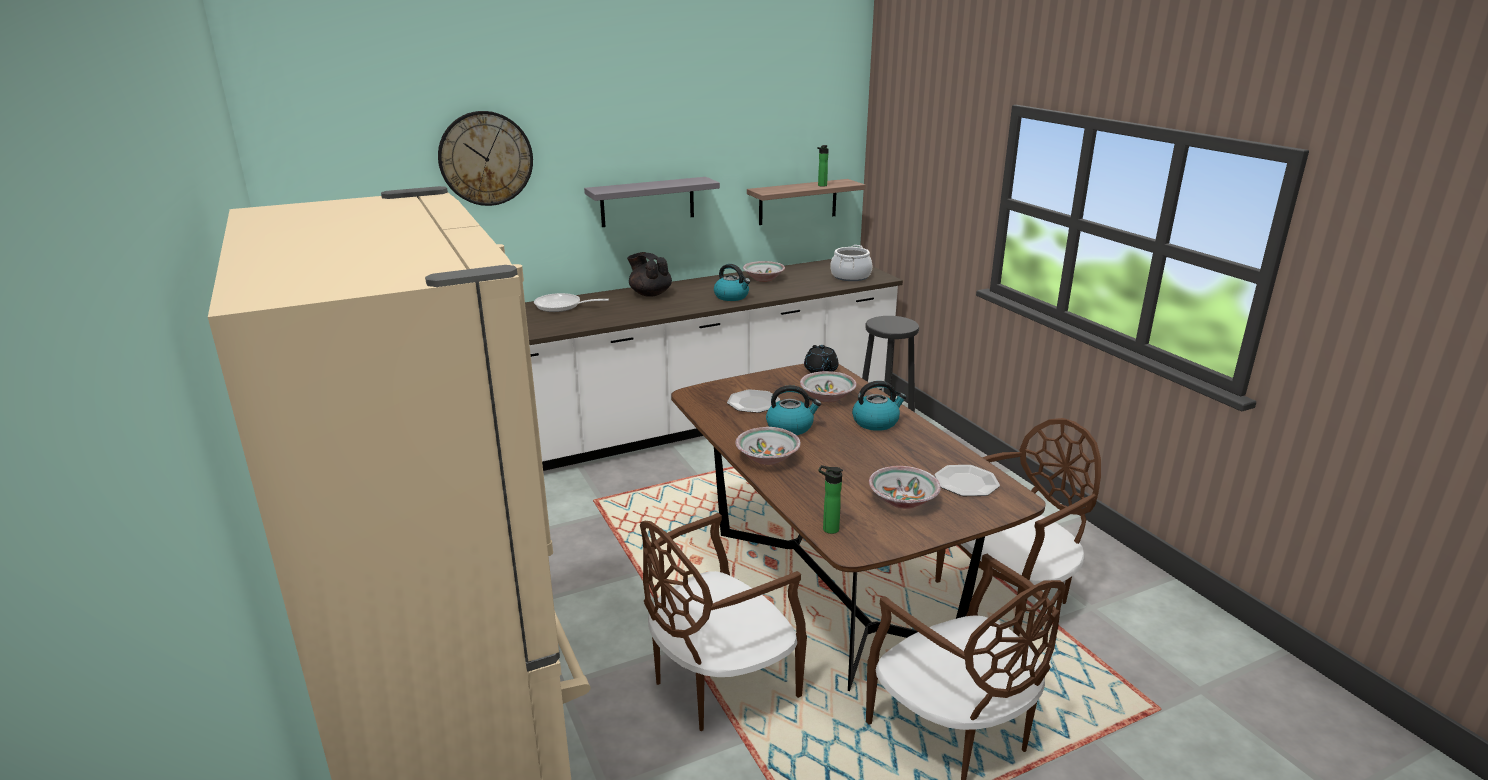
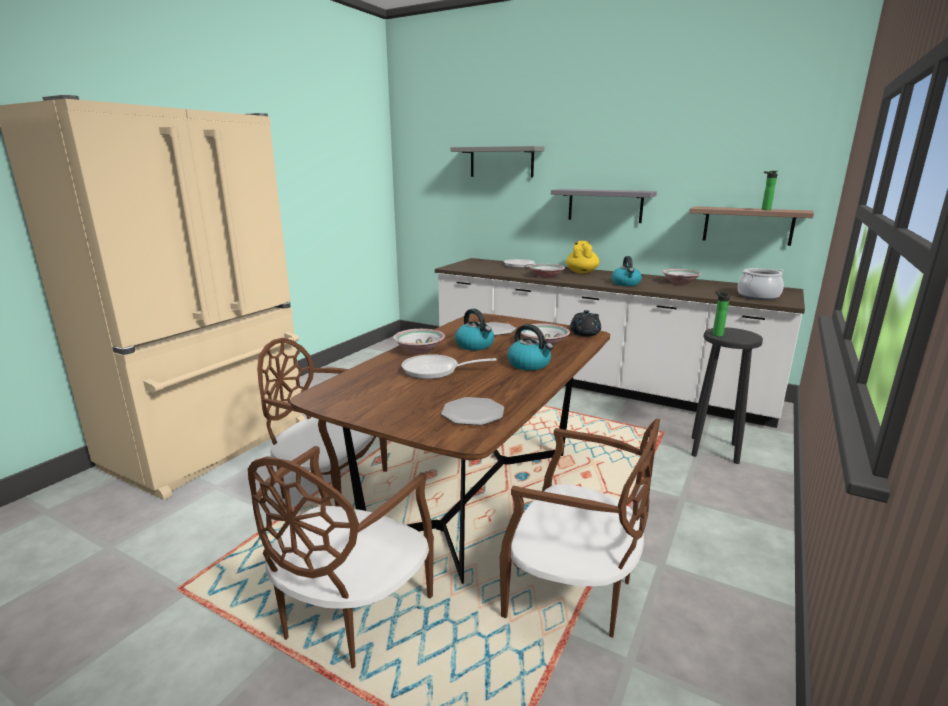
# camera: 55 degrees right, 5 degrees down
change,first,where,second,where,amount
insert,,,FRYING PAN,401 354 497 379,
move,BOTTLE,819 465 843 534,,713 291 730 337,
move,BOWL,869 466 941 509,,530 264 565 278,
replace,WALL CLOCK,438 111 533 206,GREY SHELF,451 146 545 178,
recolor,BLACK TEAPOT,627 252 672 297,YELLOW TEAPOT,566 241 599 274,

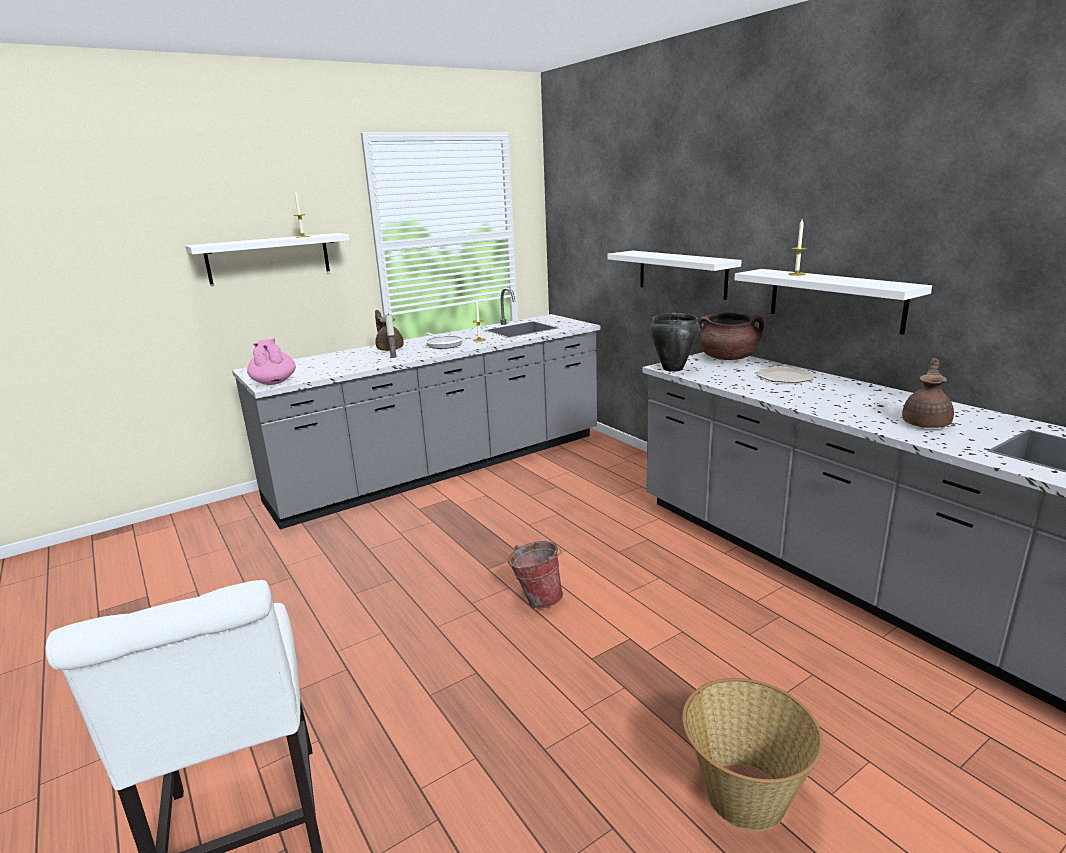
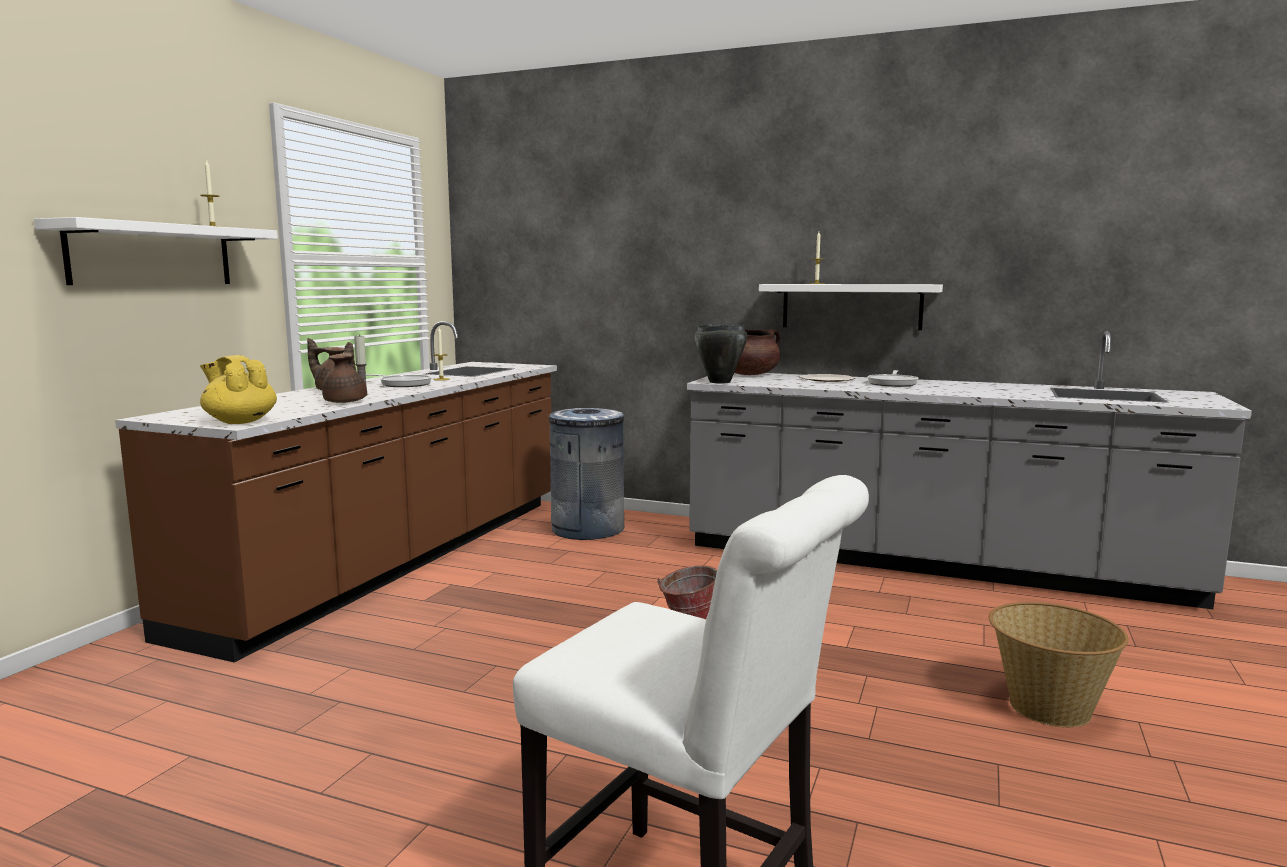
# camera: 35 degrees left, 10 degrees down
change,first,where,second,where,amount
delete,WHITE SHELF,608 251 742 300,,,
insert,,,GREY TRASH CAN,547 408 624 540,
insert,,,FRYING PAN,867 370 919 387,
move,BROWN TEAPOT,902 358 954 428,,322 342 367 403,
recolor,GREY COUNTER,232 287 600 530,BROWN COUNTER,115 321 557 663,
recolor,PINK TEAPOT,247 339 296 385,YELLOW TEAPOT,200 355 277 424,

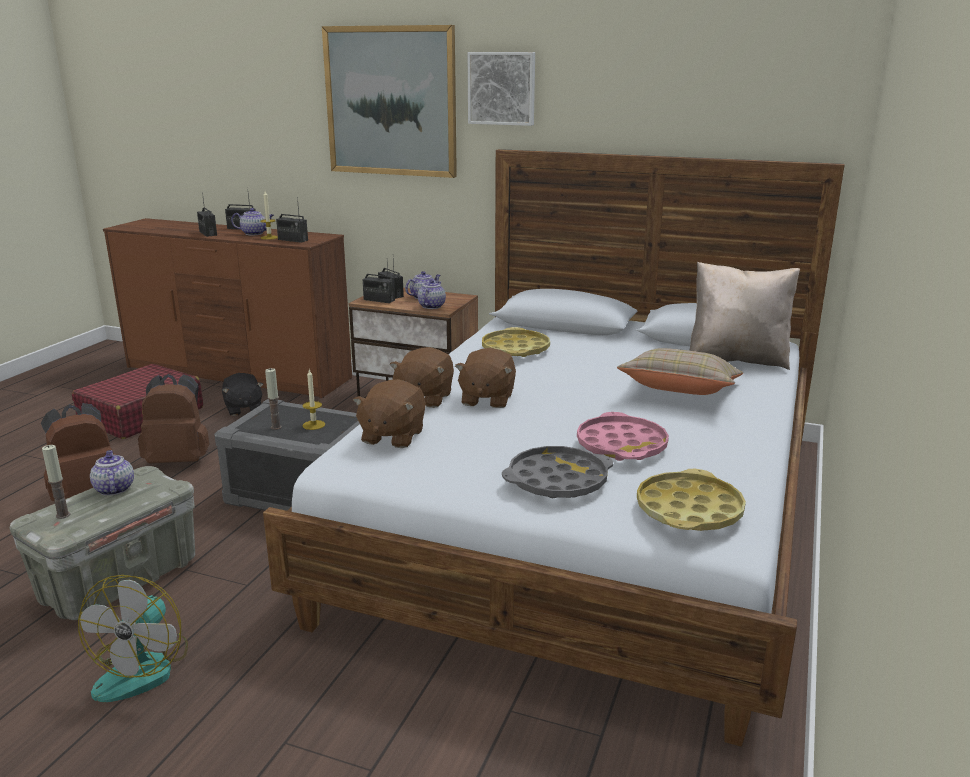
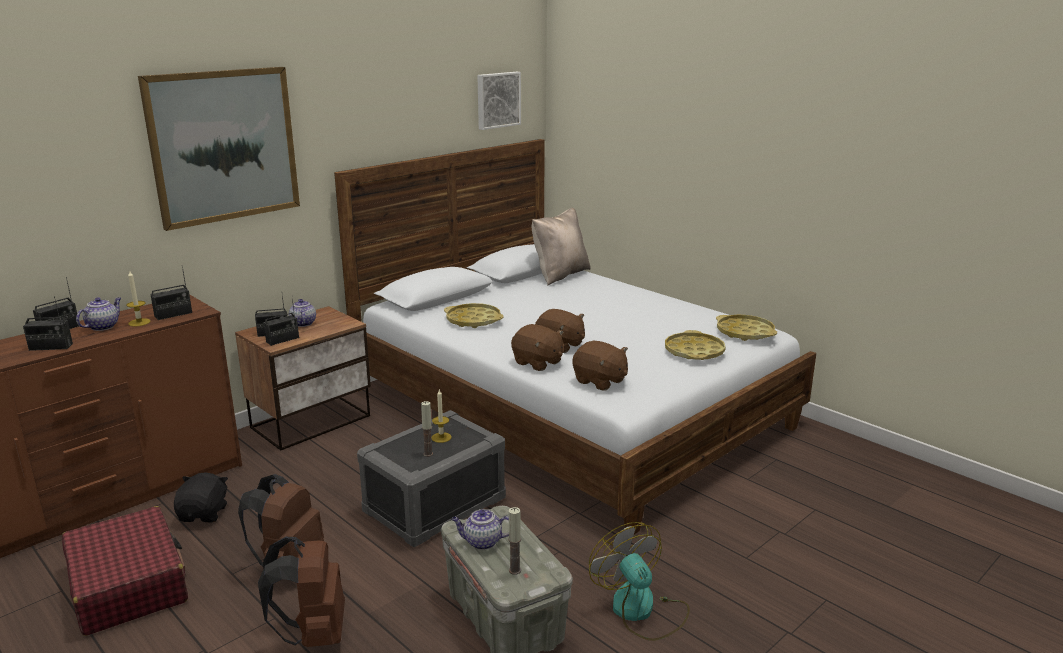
# camera: 65 degrees left, 0 degrees up
change,first,where,second,where,amount
delete,TEAPOT,417 280 446 309,,,
delete,PINK TRAY,577 412 669 461,,,
delete,BEIGE PILLOW,617 348 743 395,,,
move,PICTURE,468 52 535 126,,477 72 521 130,
recolor,GREY TRAY,502 446 613 498,YELLOW TRAY,665 330 726 360,
rotate,FAN,78 575 188 702,,589 522 690 641,150 degrees counterclockwise
rotate,BLACK PLUSH TOY,222 373 264 416,,174 473 228 523,90 degrees counterclockwise

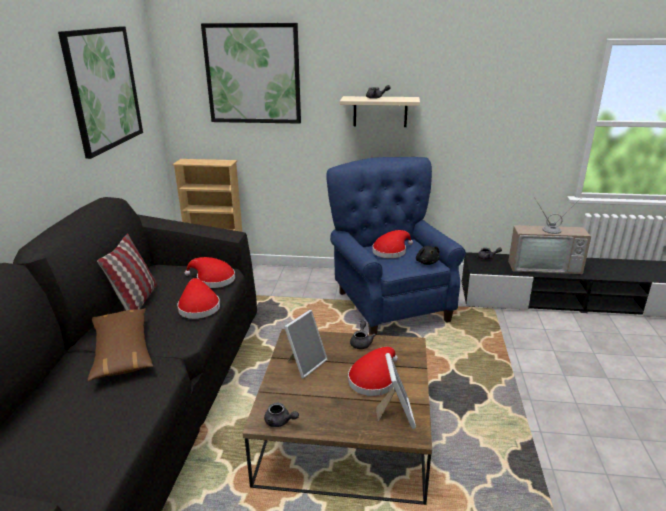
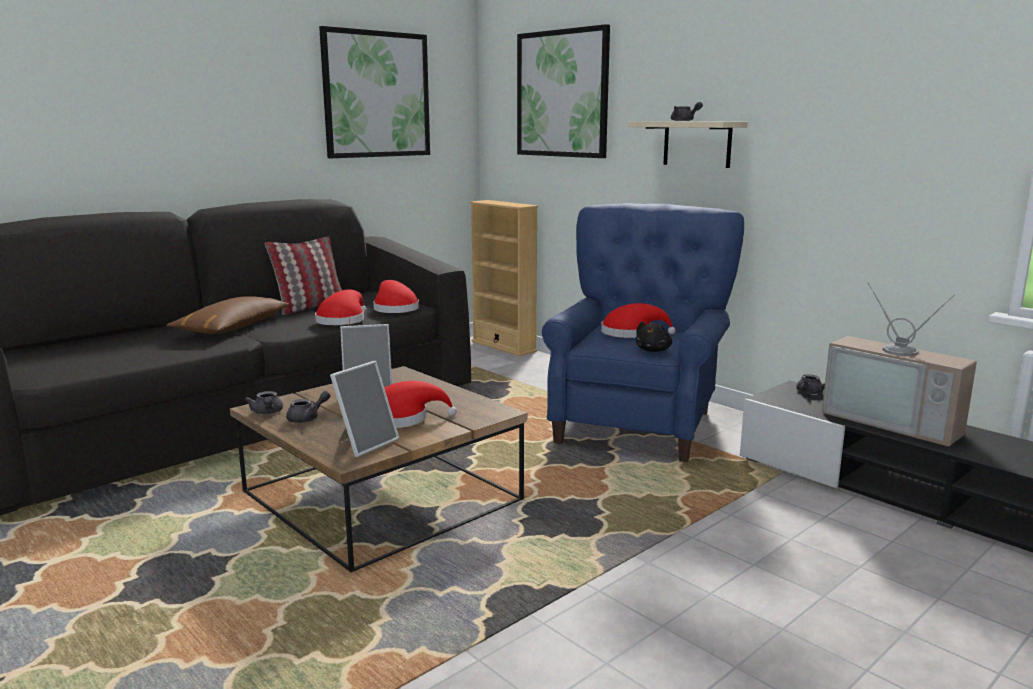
# camera: 40 degrees right, 10 degrees down
change,first,where,second,where,amount
move,GREY TEAPOT,350 321 376 349,,286 391 330 423,

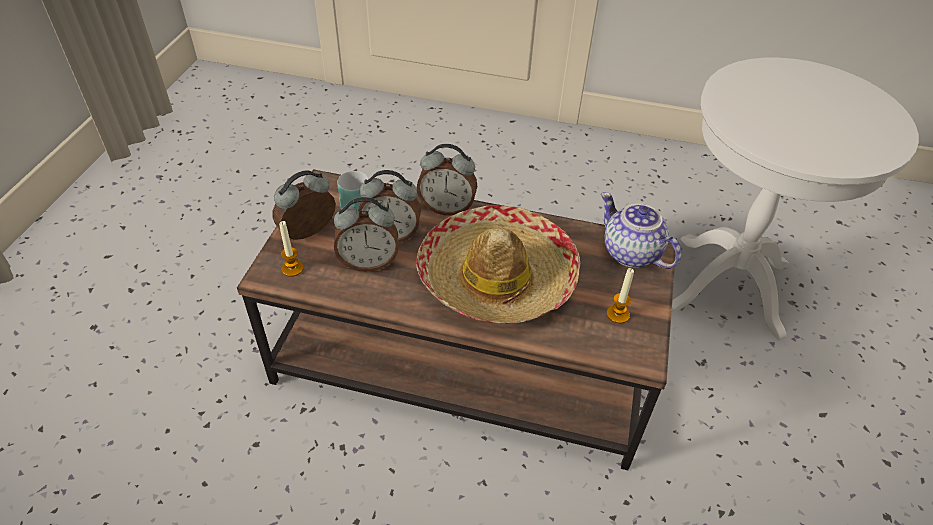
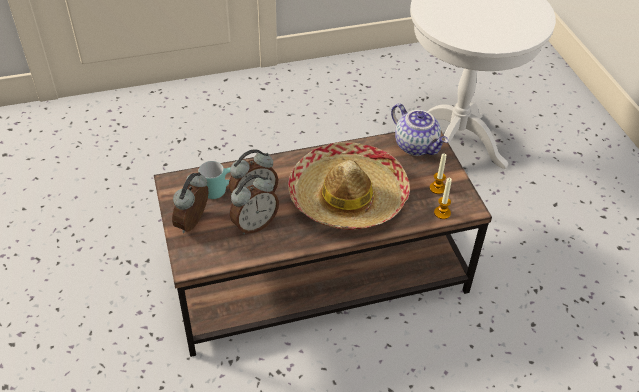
# camera: 30 degrees left, 0 degrees up
change,first,where,second,where,amount
delete,ALARM CLOCK,417 144 477 216,,,
move,CANDLE,279 221 304 277,,434 178 452 219,
rotate,TEAPOT,601 192 681 269,,391 104 448 156,150 degrees counterclockwise

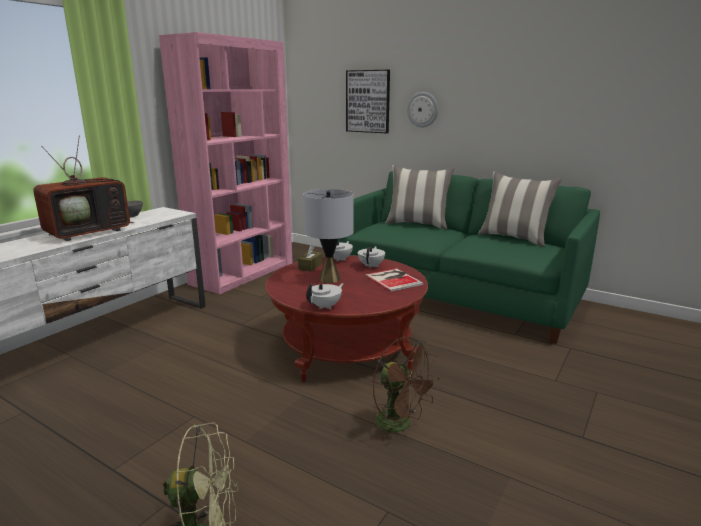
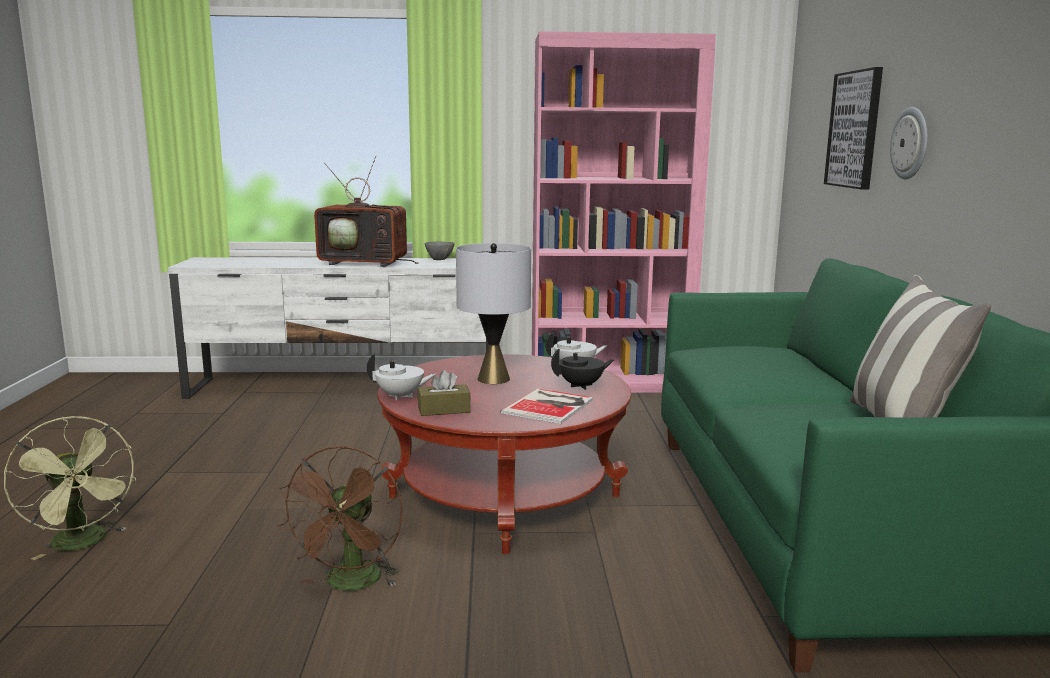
# camera: 55 degrees right, 5 degrees down
change,first,where,second,where,amount
delete,PILLOW,386 165 454 229,,,
move,BROWN TISSUE BOX,298 245 323 272,,417 370 471 416,
recolor,WHITE TEAPOT,358 246 385 268,BLACK TEAPOT,551 349 614 390,

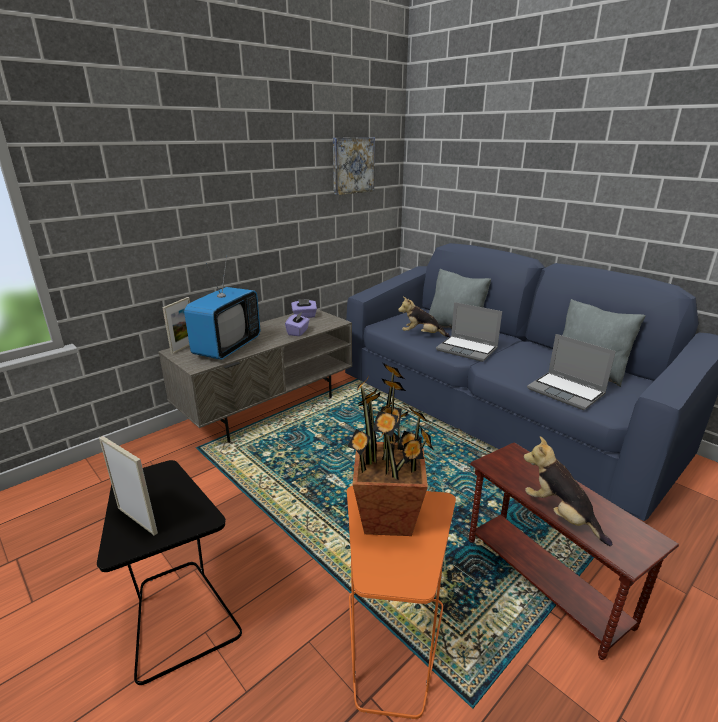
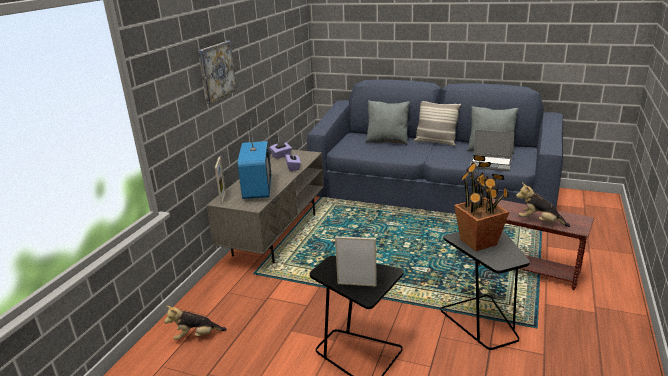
# camera: 25 degrees left, 0 degrees up
change,first,where,second,where,amount
delete,LAPTOP,436 302 502 362,,,
insert,,,PILLOW,414 101 461 146,
move,PICTURE,333 137 375 195,,198 41 237 104,
move,PLUSH TOY,398 297 450 337,,164 306 227 340,
recolor,ORANGE SIDE TABLE,347 486 456 719,BLACK SIDE TABLE,441 231 530 350,

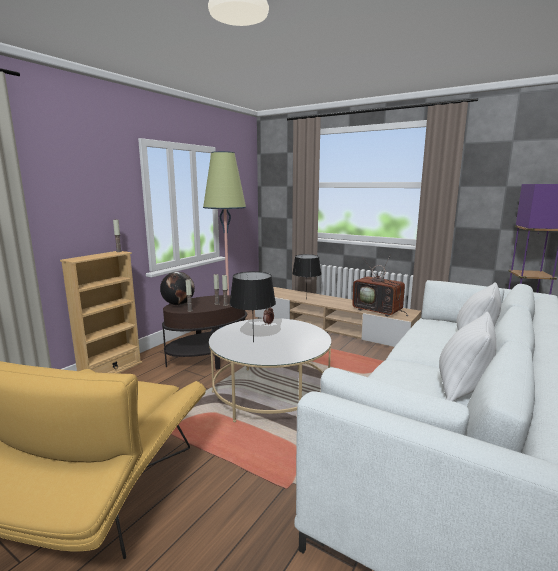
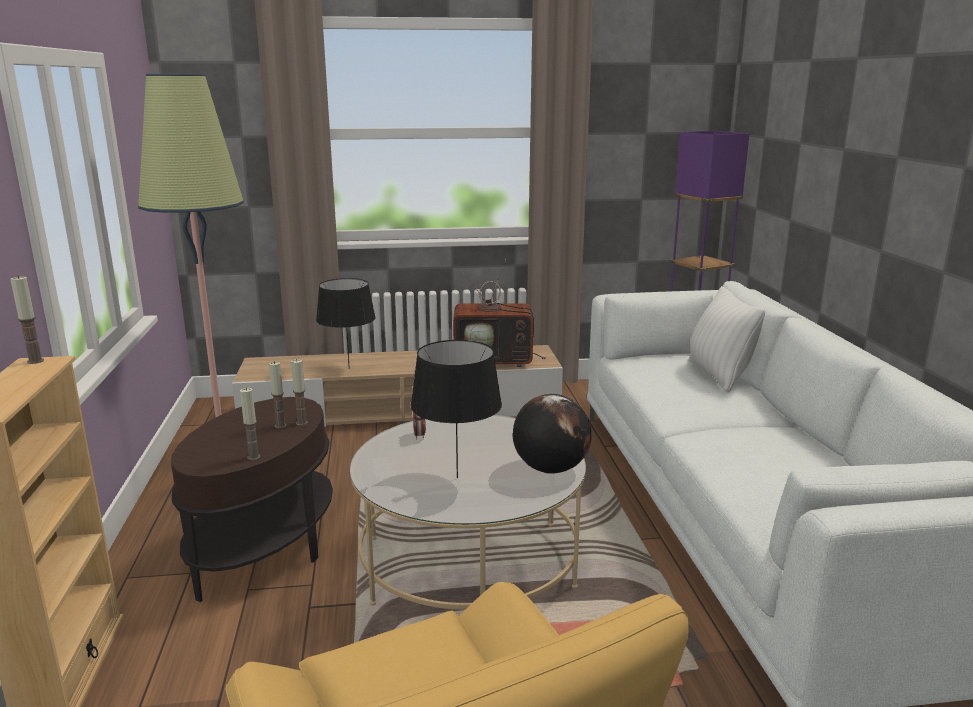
# camera: 40 degrees left, 5 degrees up
change,first,where,second,where,amount
delete,WHITE PILLOW,439 312 496 401,,,
move,GLOBE,160 272 195 305,,513 394 592 474,

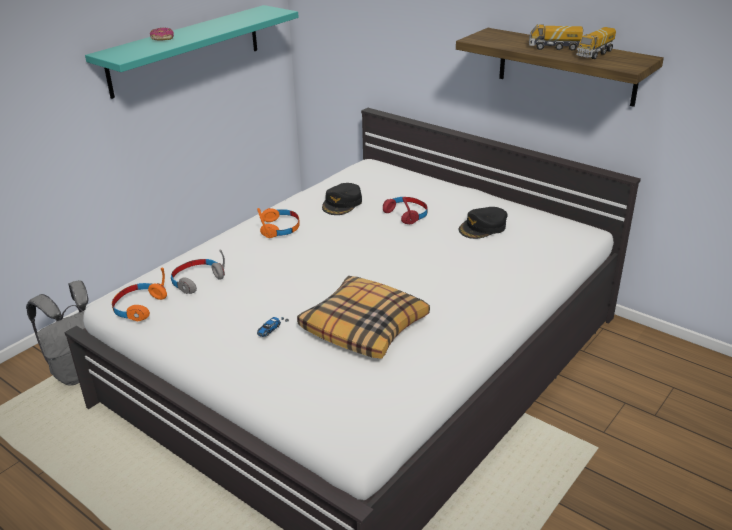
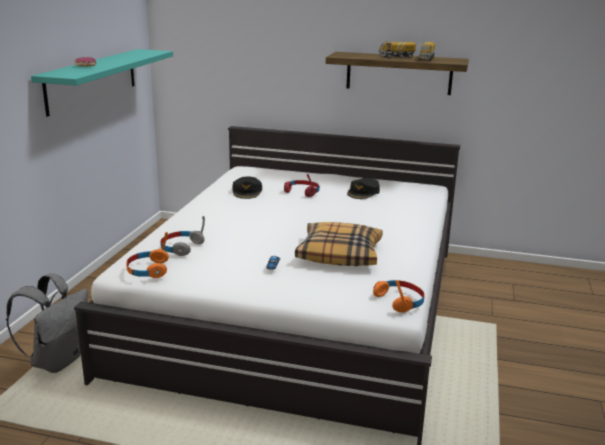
# camera: 25 degrees left, 10 degrees down
change,first,where,second,where,amount
move,ORANGE HEADPHONES,257 208 300 238,,373 280 425 313,

